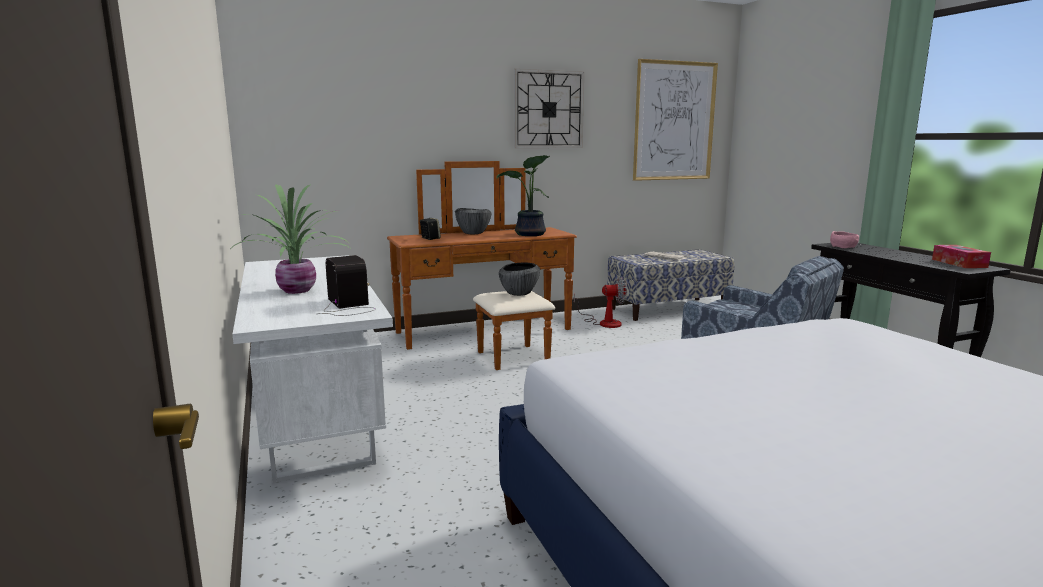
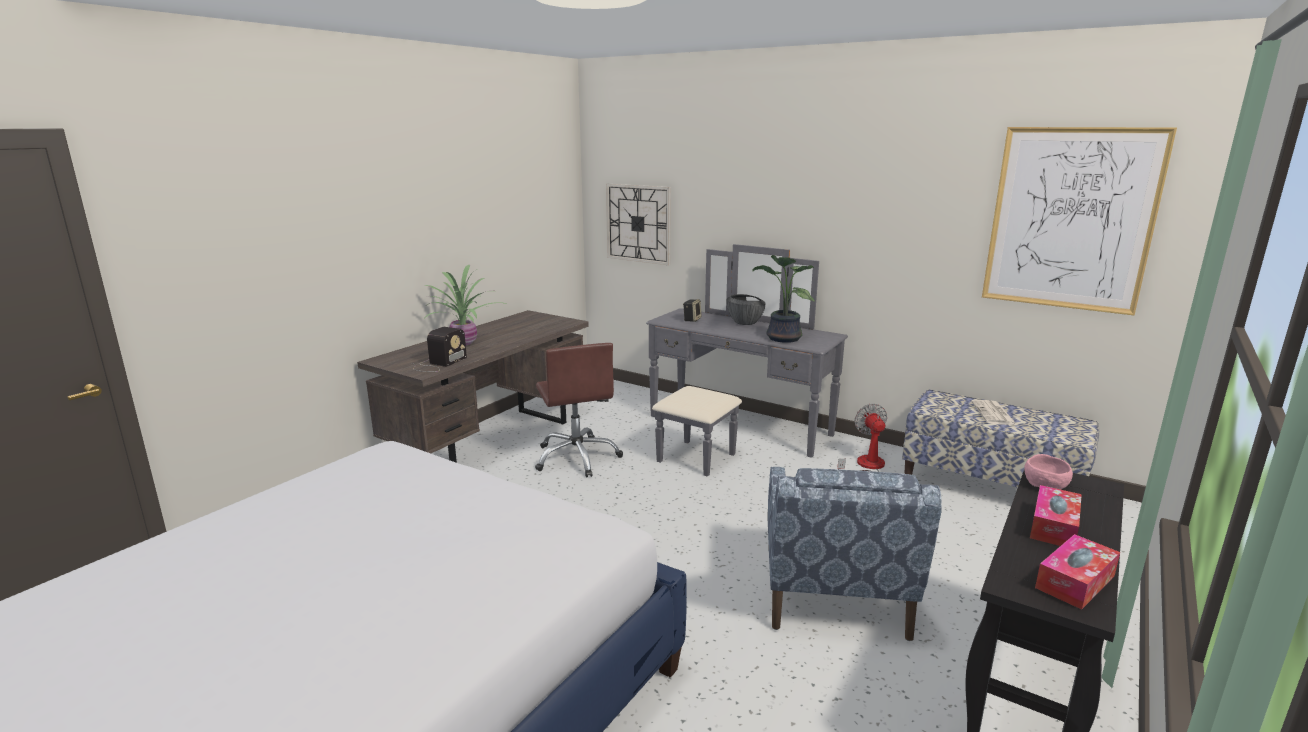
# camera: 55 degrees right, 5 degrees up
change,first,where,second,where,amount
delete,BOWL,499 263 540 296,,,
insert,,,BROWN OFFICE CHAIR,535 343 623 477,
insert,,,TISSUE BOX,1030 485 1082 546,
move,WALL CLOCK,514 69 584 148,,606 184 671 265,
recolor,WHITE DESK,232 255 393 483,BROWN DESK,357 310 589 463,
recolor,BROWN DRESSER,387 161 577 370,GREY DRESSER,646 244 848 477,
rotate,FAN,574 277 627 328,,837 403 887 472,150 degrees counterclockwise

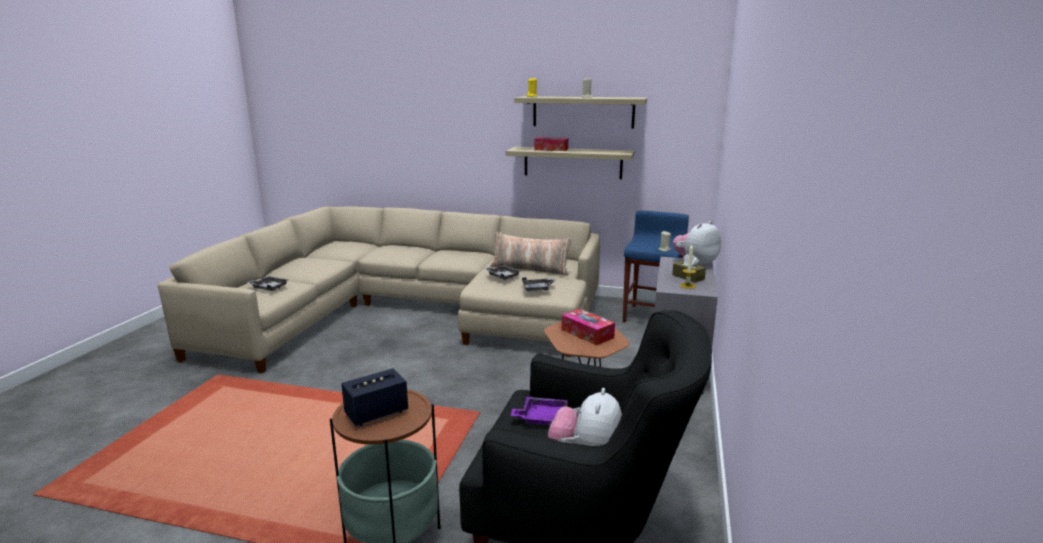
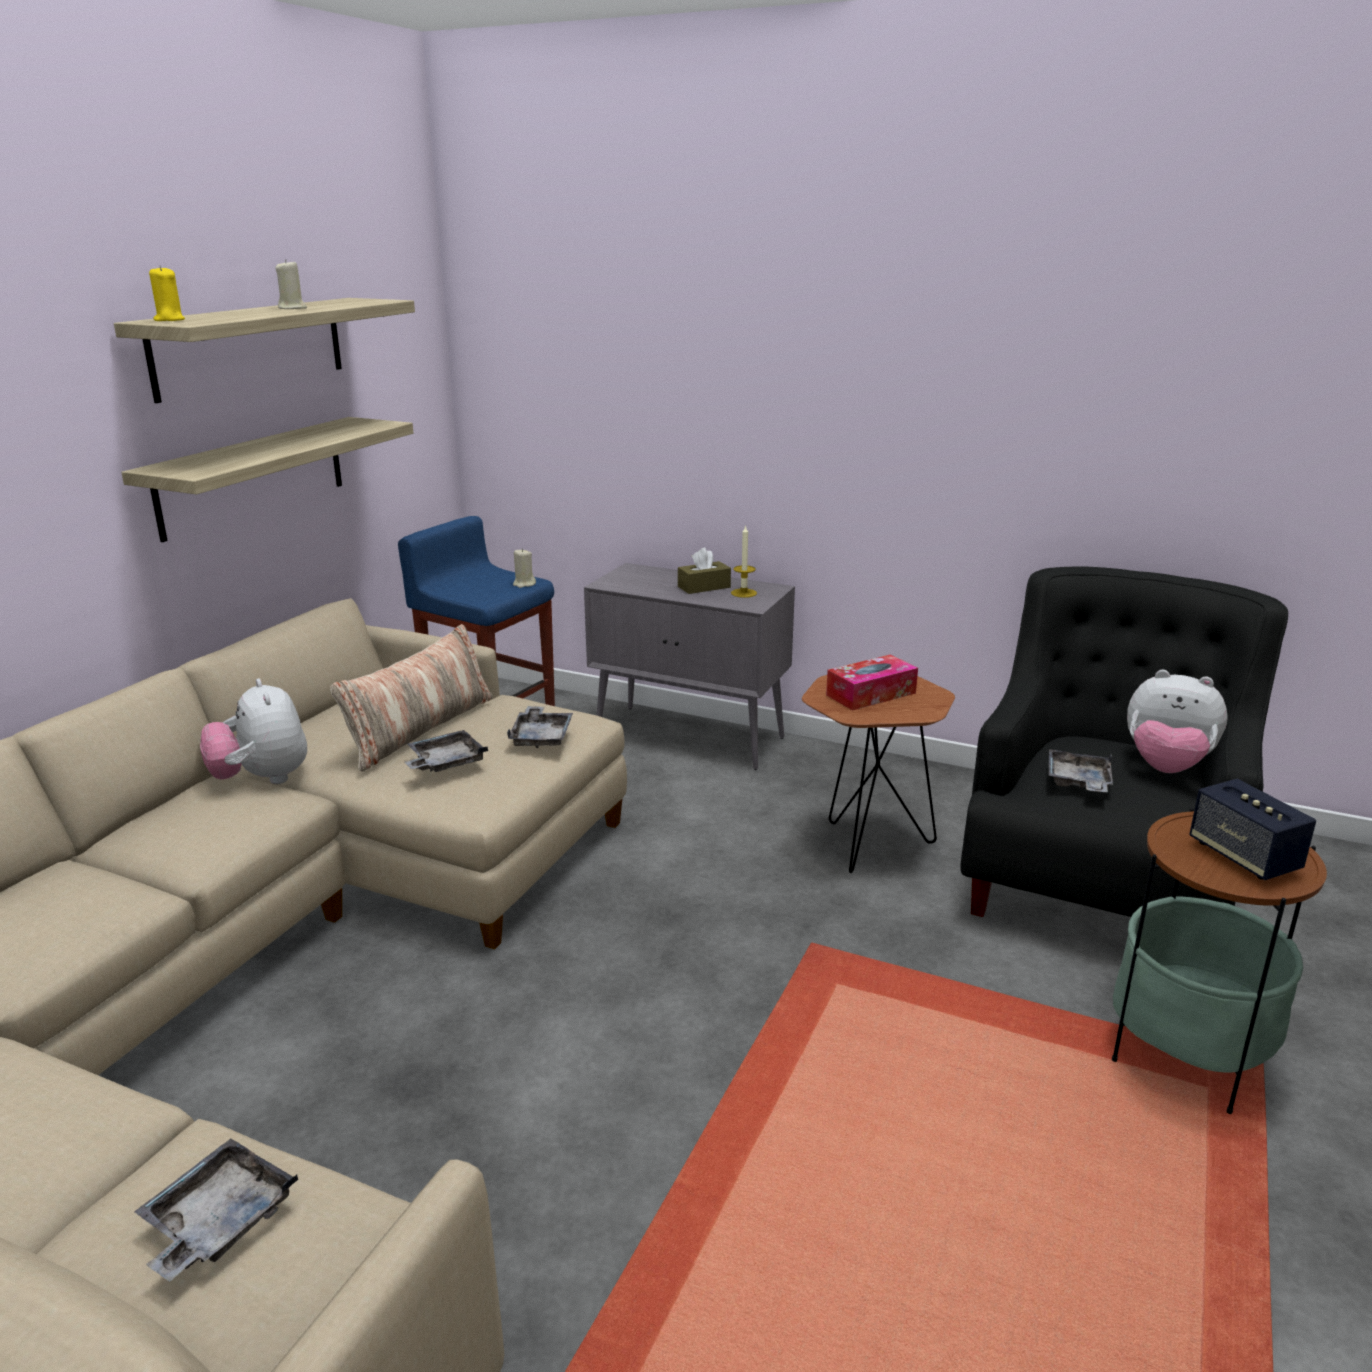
# camera: 80 degrees left, 5 degrees up
change,first,where,second,where,amount
delete,TISSUE BOX,534 137 568 151,,,
move,PLUSH TOY,673 221 721 266,,200 678 307 784,
recolor,PURPLE TRAY,511 397 568 425,GREY TRAY,1049 749 1113 792,

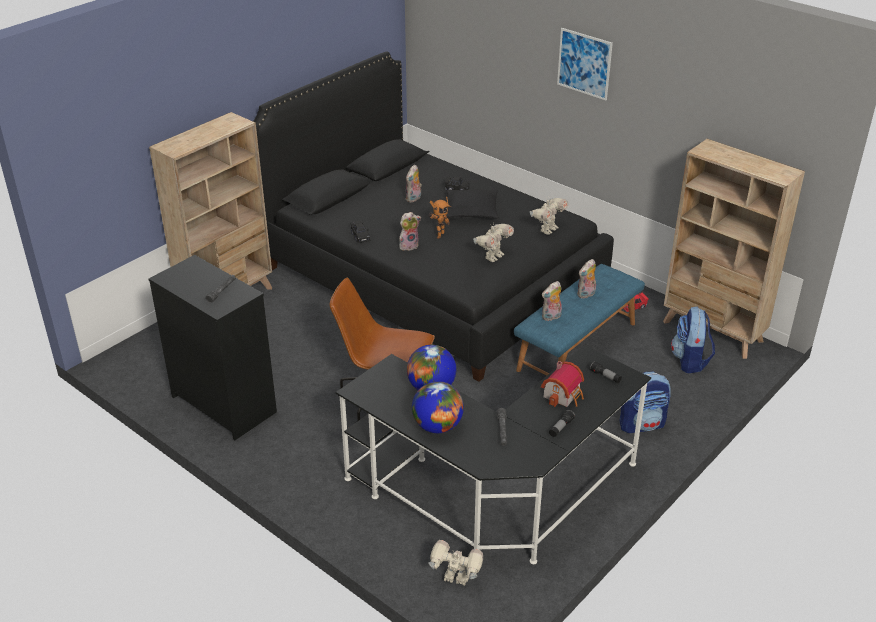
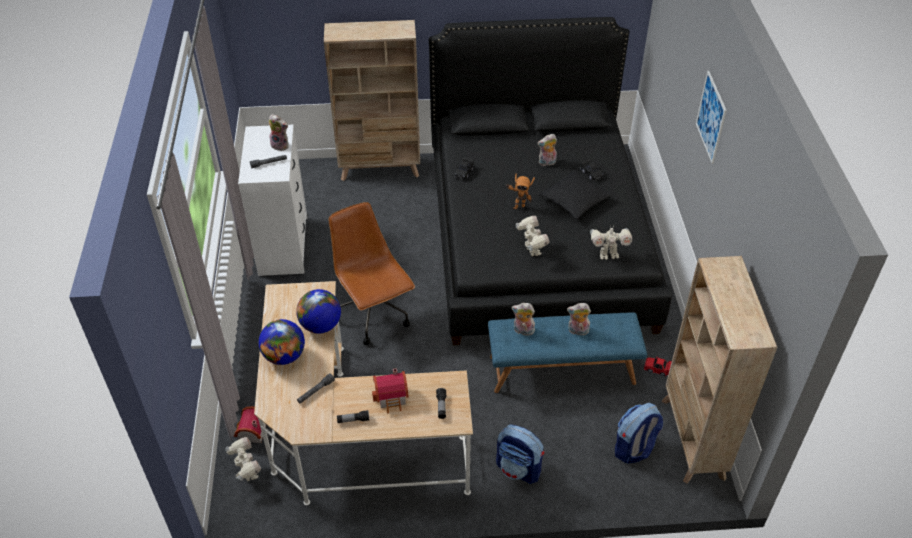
# camera: 45 degrees right, 10 degrees up
change,first,where,second,where,amount
insert,,,TOY HOUSE,234 406 266 443,
move,PLUSH TOY,399 212 421 251,,269 114 289 151,
recolor,BLACK DRESSER,148 255 277 440,WHITE DRESSER,238 125 307 276,
recolor,BLACK DESK,336 345 651 564,BEIGE DESK,254 281 473 505,
rotate,TOY ROBOT,473 224 514 262,,516 216 550 256,105 degrees counterclockwise

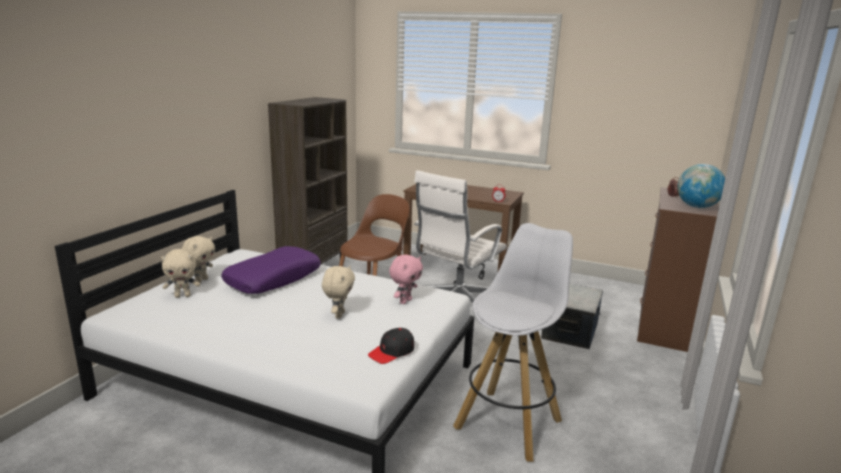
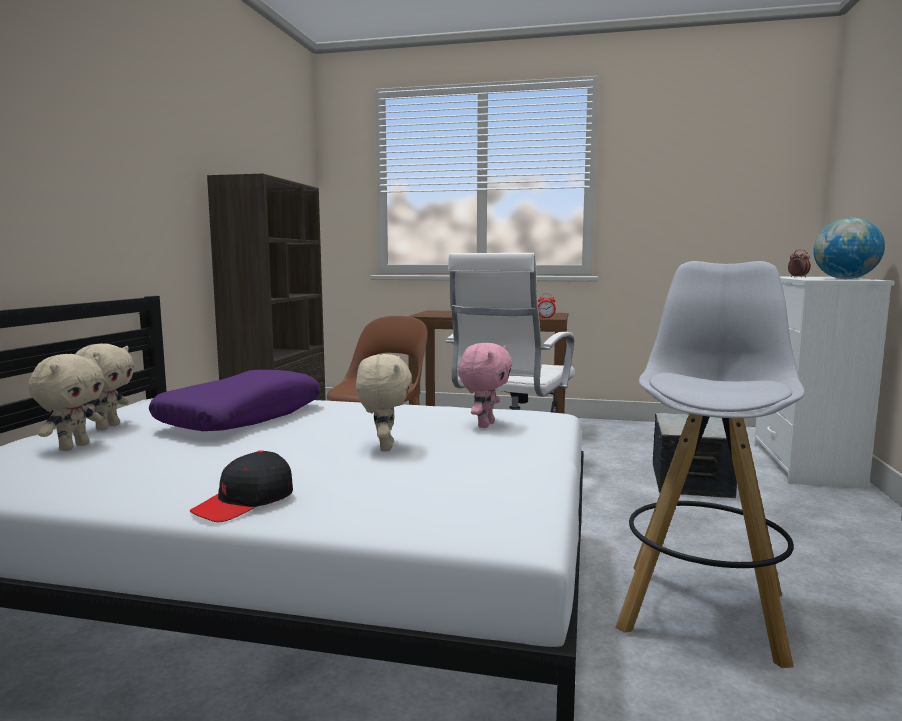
# camera: 10 degrees left, 10 degrees down
change,first,where,second,where,amount
move,BLACK CAP,368 328 414 364,,190 450 293 522,
recolor,BROWN DRESSER,637 187 719 352,WHITE DRESSER,754 277 895 489,
rotate,BEIGE PLUSH TOY,161 249 200 298,,28 354 104 451,45 degrees counterclockwise

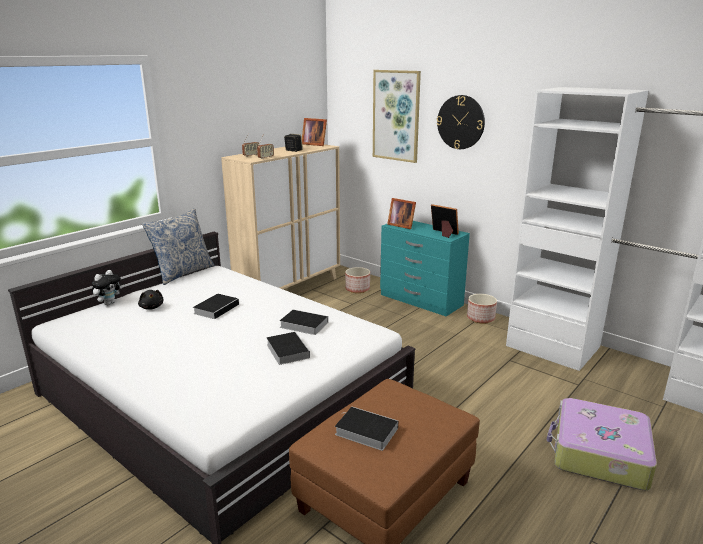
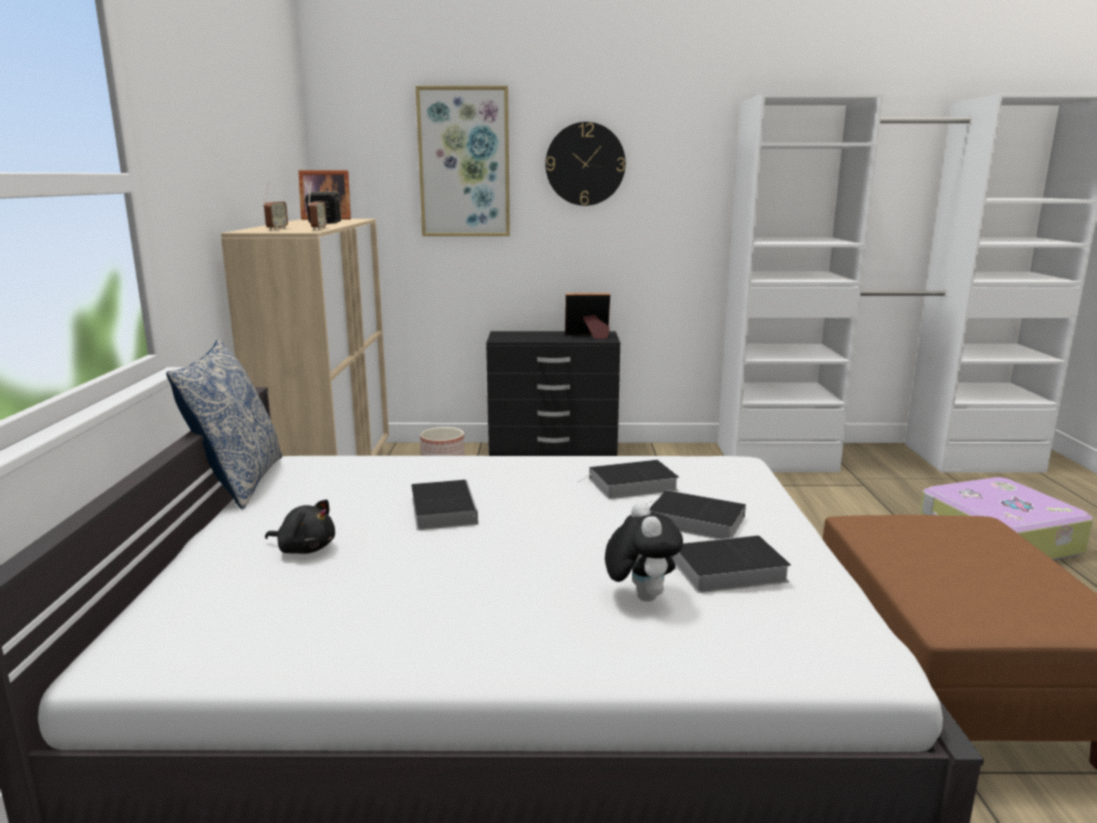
# camera: 40 degrees left, 5 degrees down
change,first,where,second,where,amount
delete,PICTURE FRAME,387 198 416 229,,,
delete,PLANTER,467 294 497 324,,,
move,PLUSH TOY,92 270 122 305,,605 501 683 602,
move,BOOK,335 407 398 451,,671 535 791 593,
recolor,TURQUOISE DRESSER,380 221 470 316,BLACK DRESSER,486 331 620 456,

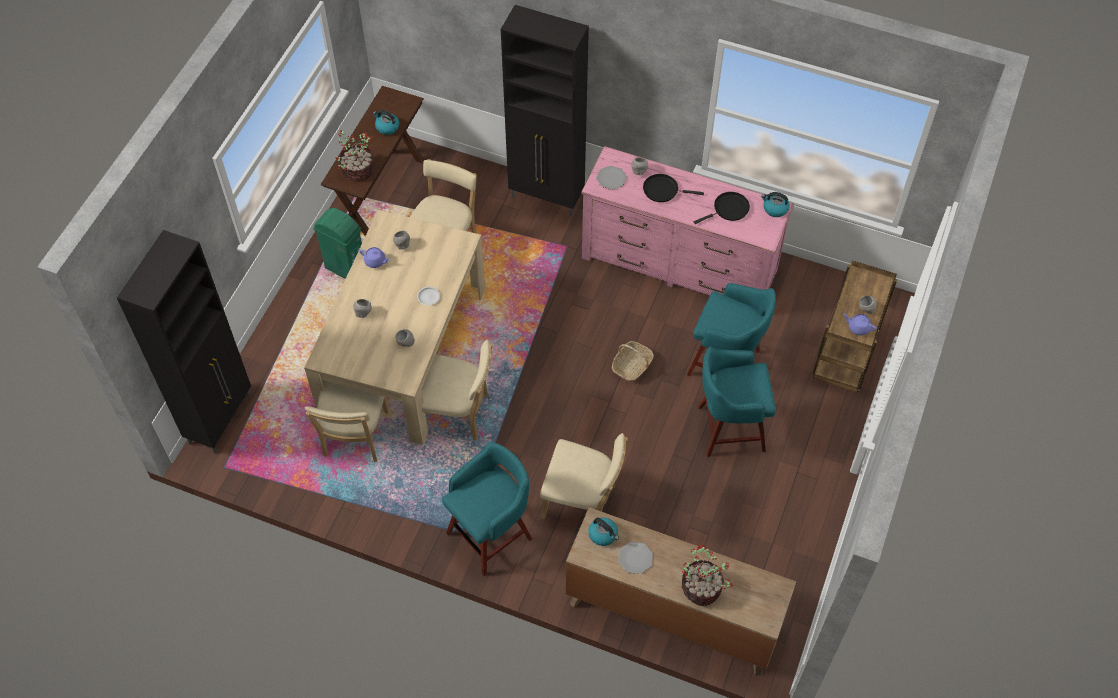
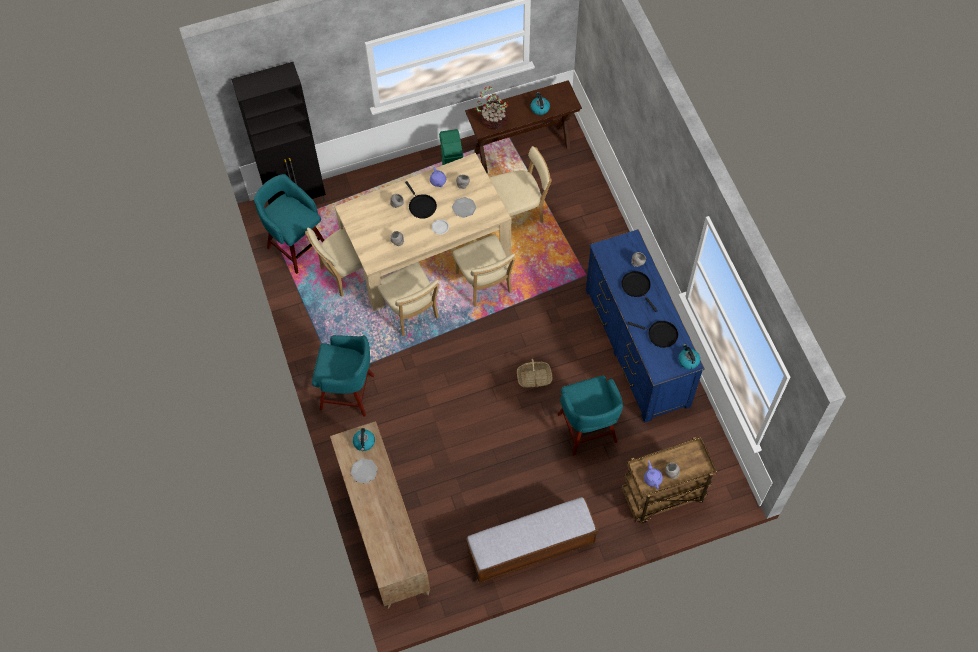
# camera: 50 degrees right, 5 degrees up
change,first,where,second,where,amount
delete,BLACK CABINET,501 5 589 216,,,
delete,POTTED PLANT,682 545 733 606,,,
insert,,,BLACK FRYING PAN,405 181 437 219,
insert,,,BENCH,466 497 598 584,
move,BEIGE CHAIR,540 433 628 519,,453 235 516 307,
move,PLATE,596 166 627 190,,452 197 476 218,
move,TURQUOISE STOOL,698 346 776 457,,254 174 324 274,
recolor,PINK DRESSER,581 146 794 295,BLUE DRESSER,586 229 705 423,

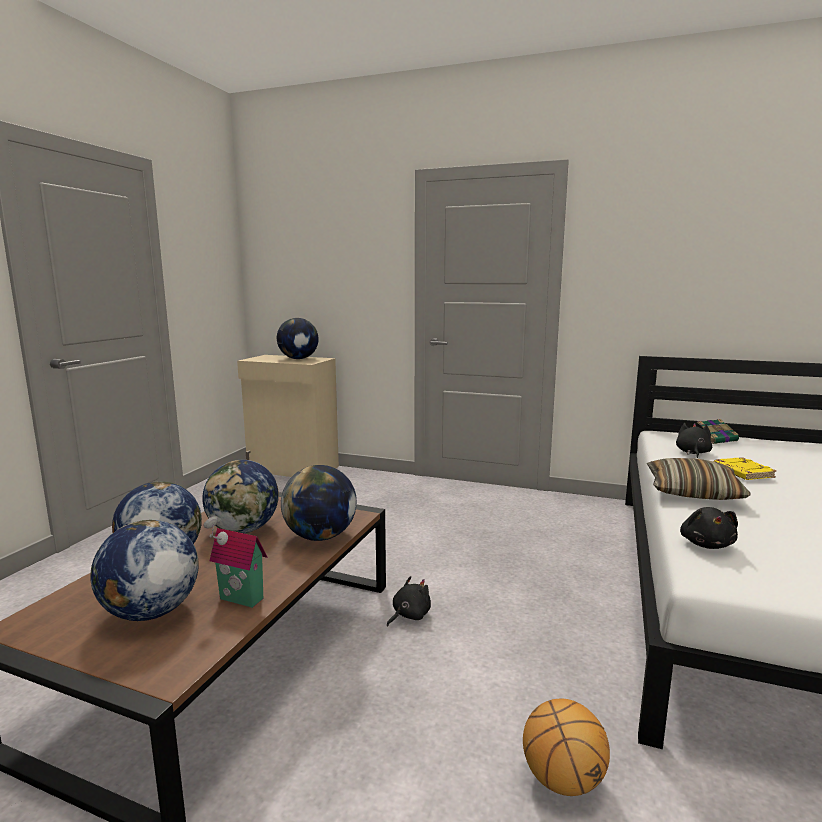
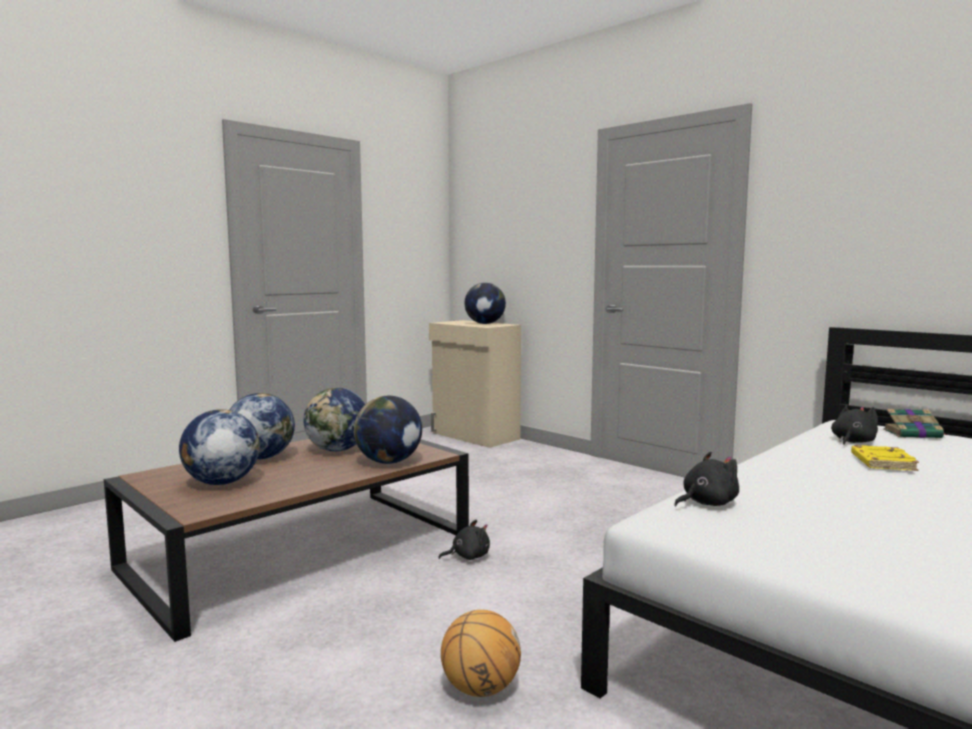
# camera: 25 degrees right, 5 degrees down
change,first,where,second,where,amount
delete,TOY HOUSE,204 516 267 608,,,
delete,PILLOW,647 458 750 500,,,
rotate,BLACK PLUSH TOY,680 507 738 549,,674 452 739 507,150 degrees counterclockwise

